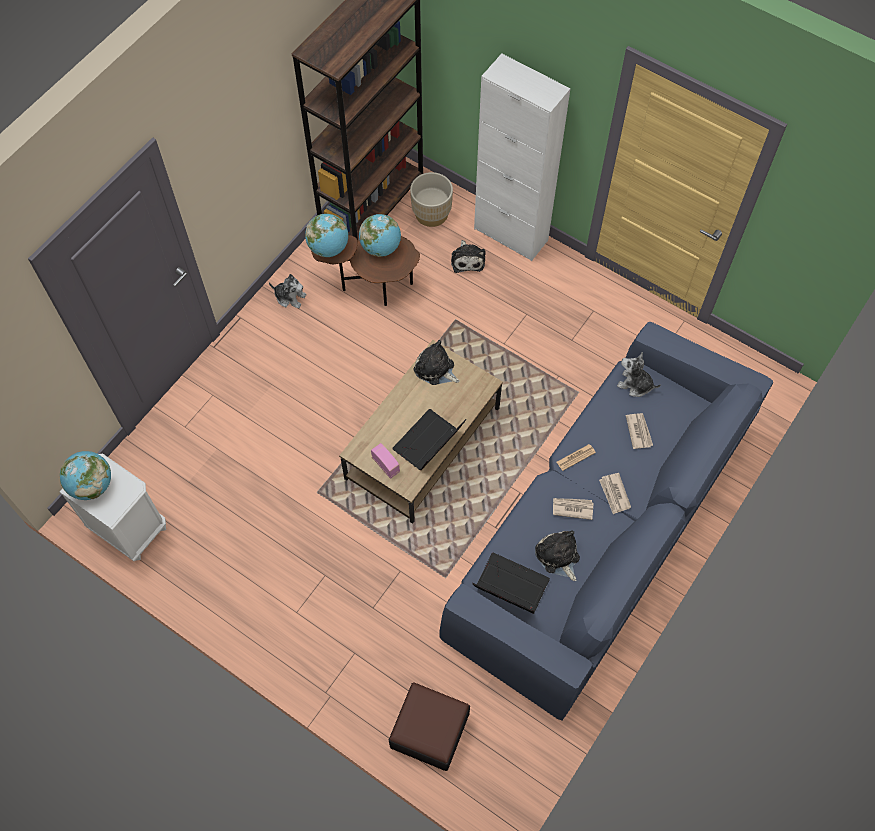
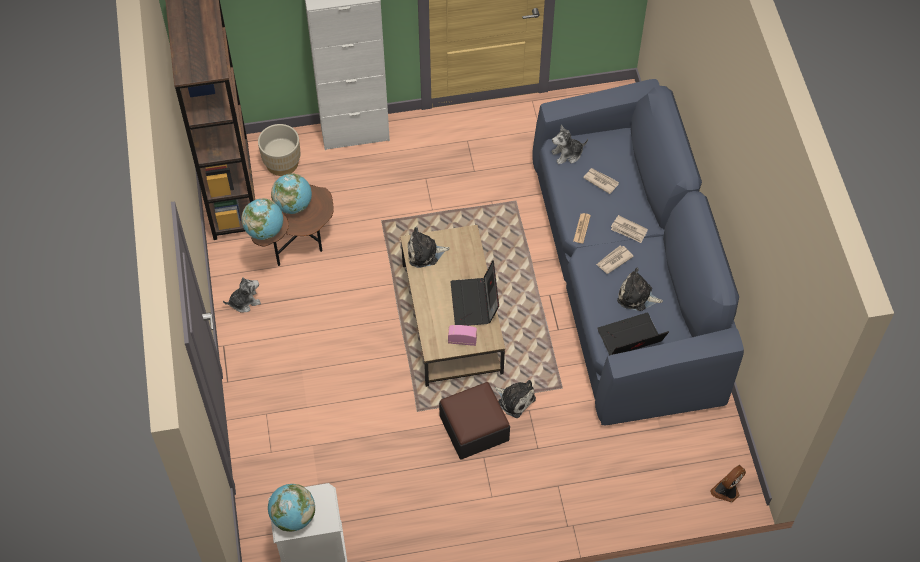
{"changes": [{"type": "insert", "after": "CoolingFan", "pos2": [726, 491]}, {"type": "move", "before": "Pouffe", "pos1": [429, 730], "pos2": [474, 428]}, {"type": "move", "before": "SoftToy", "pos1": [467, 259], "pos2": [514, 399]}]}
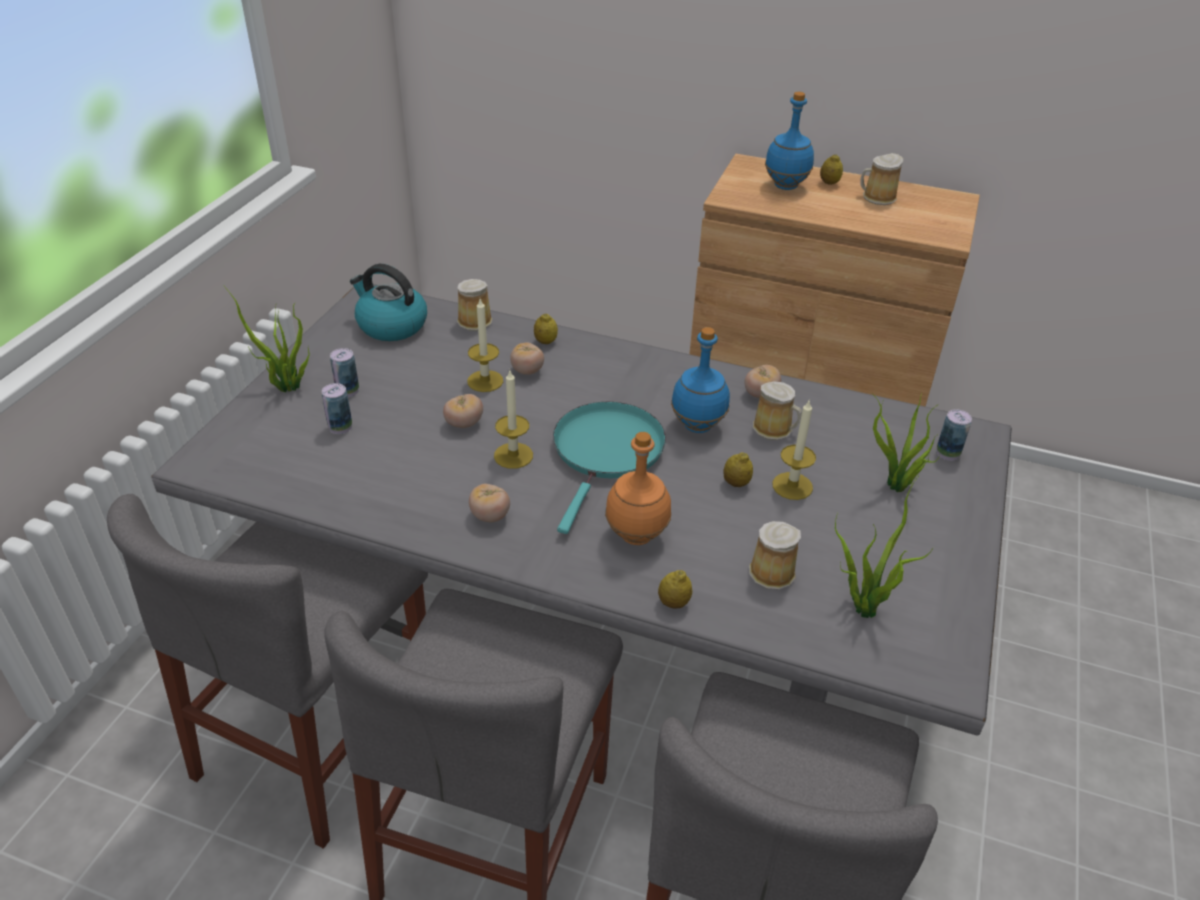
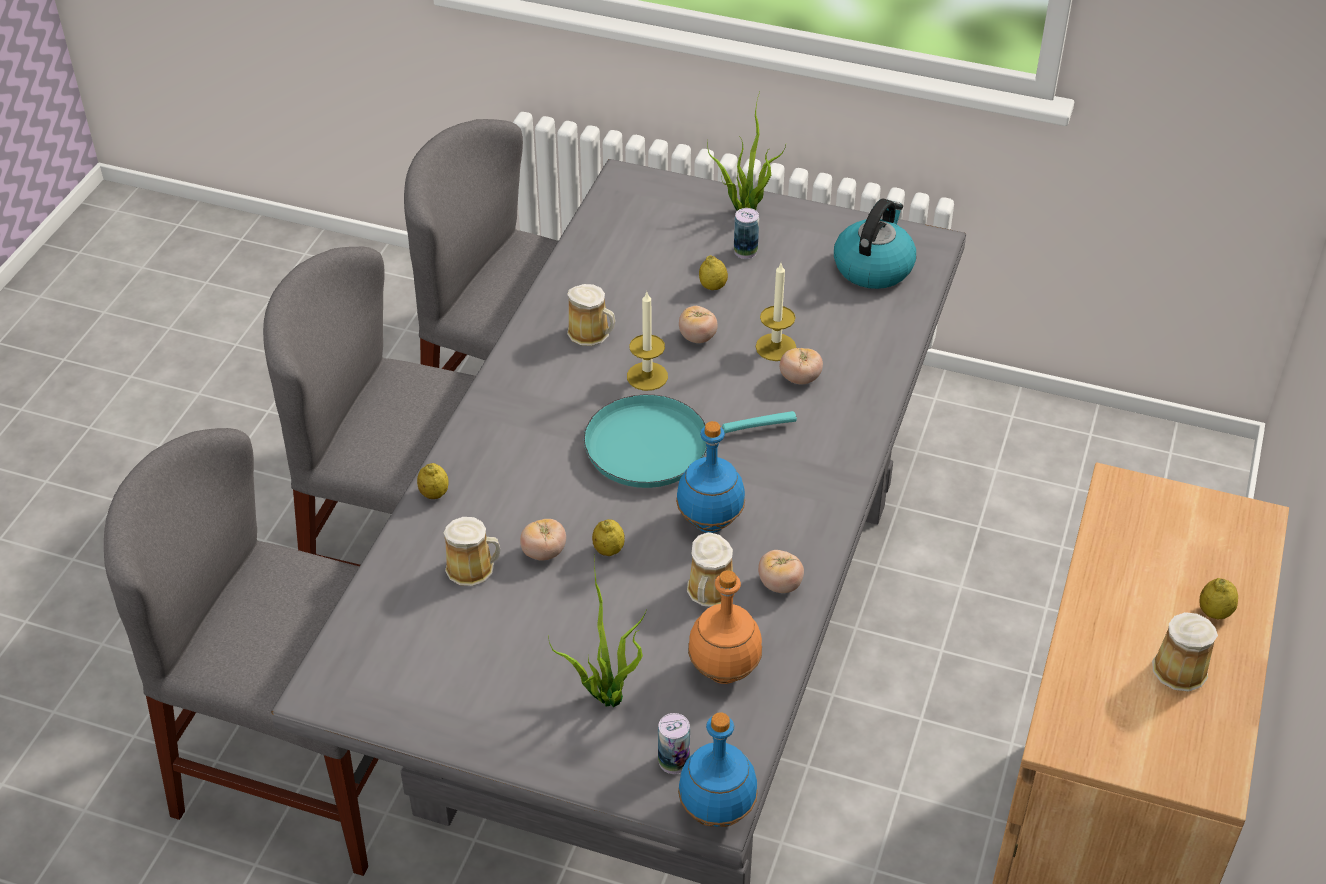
{"changes": [{"type": "delete", "before": "SealedCan", "pos1": [340, 427]}, {"type": "delete", "before": "WaxLight", "pos1": [792, 486]}, {"type": "delete", "before": "PottedPlant", "pos1": [863, 605]}, {"type": "move", "before": "Mug", "pos1": [476, 320], "pos2": [591, 333]}, {"type": "move", "before": "WholeTomato", "pos1": [490, 516], "pos2": [544, 552]}, {"type": "move", "before": "CitrusFruit", "pos1": [545, 341], "pos2": [713, 287]}, {"type": "move", "before": "OrangeColouredBeverageBottle", "pos1": [636, 536], "pos2": [723, 670]}, {"type": "move", "before": "BluishBeverageBottle", "pos1": [785, 186], "pos2": [717, 811]}, {"type": "rotate", "before": "TurquoiseSkillet", "pos1": [606, 452], "pos2": [656, 446], "turn": 150}]}
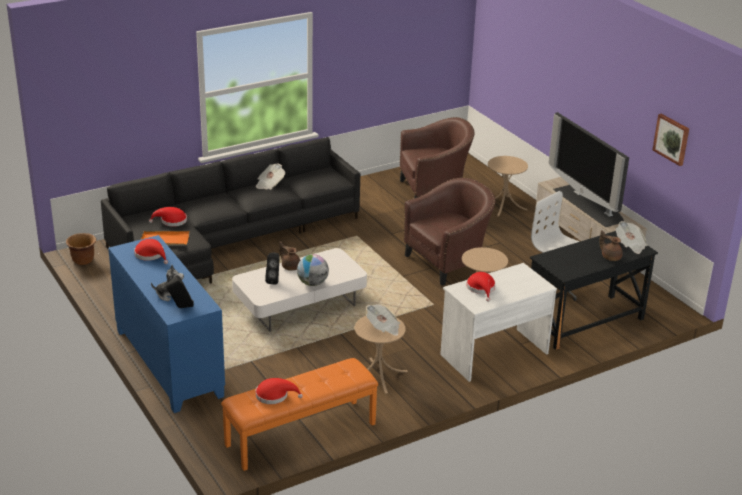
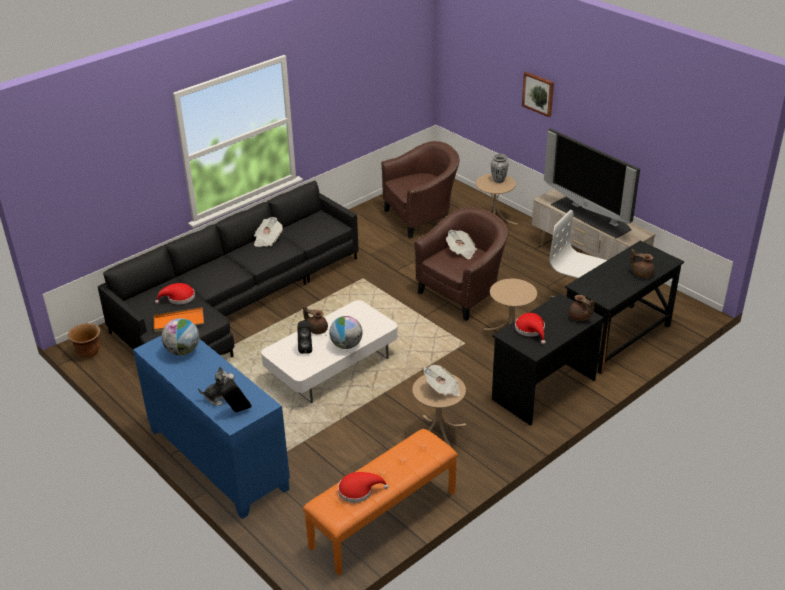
{"changes": [{"type": "insert", "after": "Vase", "pos2": [498, 180]}, {"type": "insert", "after": "BrownishTeapot", "pos2": [579, 317]}, {"type": "move", "before": "PrintedPaper", "pos1": [630, 245], "pos2": [461, 251]}, {"type": "move", "before": "WallPicture", "pos1": [671, 139], "pos2": [538, 93]}, {"type": "replace", "before": "RedClothingHat", "after": "WorldGlobe", "pos1": [151, 255], "pos2": [183, 351]}, {"type": "recolor", "before": "WhiteColouredDesk", "after": "BlackColouredDesk", "pos1": [493, 353], "pos2": [542, 389]}]}
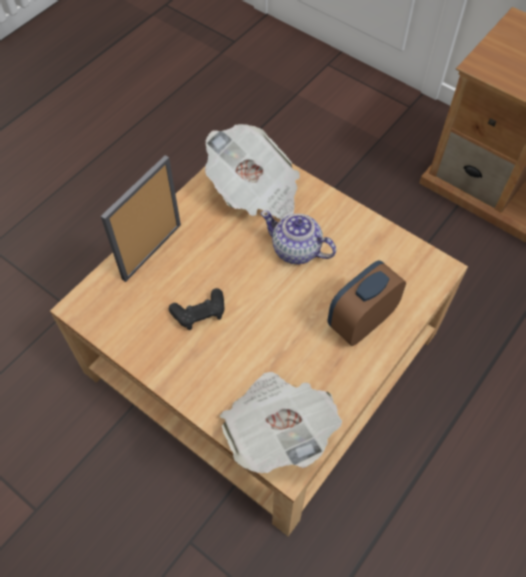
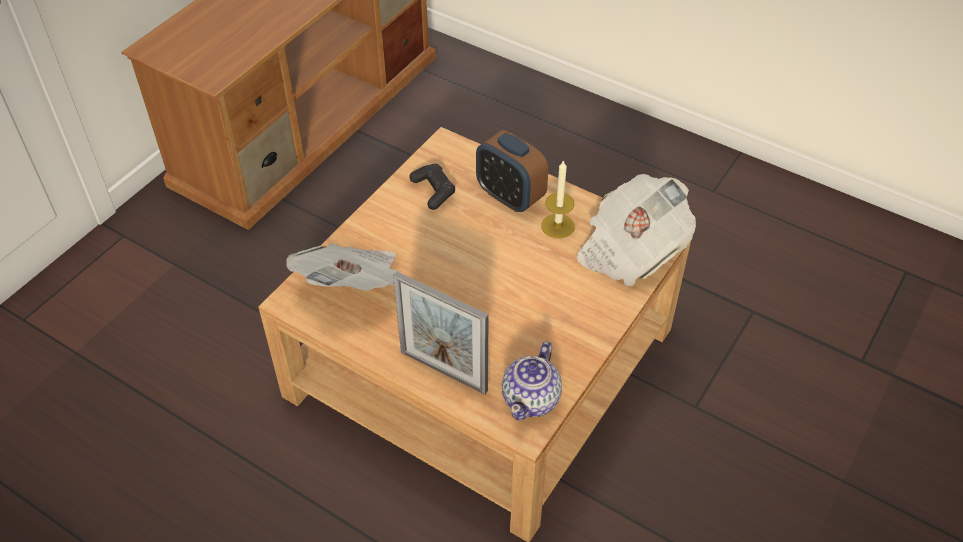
{"changes": [{"type": "insert", "after": "WaxLight", "pos2": [558, 226]}, {"type": "move", "before": "BlackColouredGameController", "pos1": [199, 313], "pos2": [433, 191]}, {"type": "move", "before": "Teapot", "pos1": [296, 250], "pos2": [532, 399]}]}
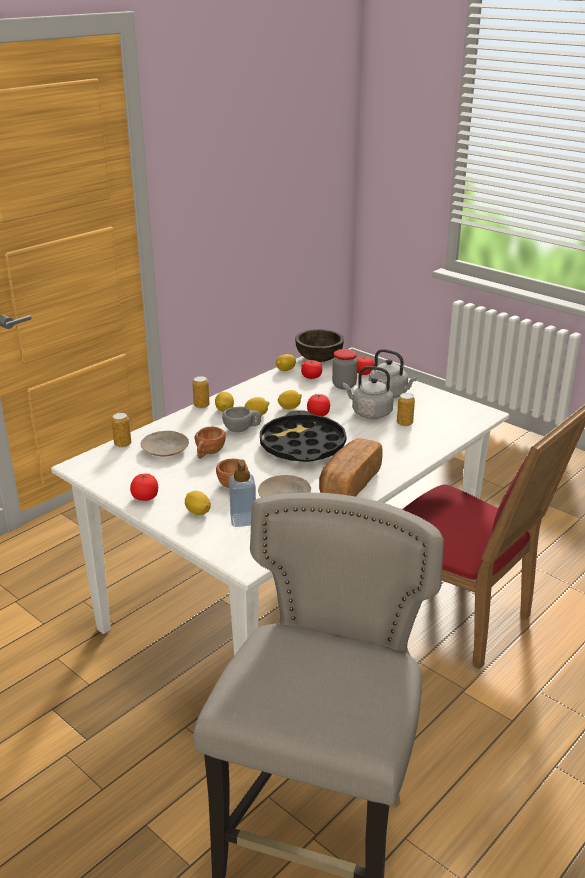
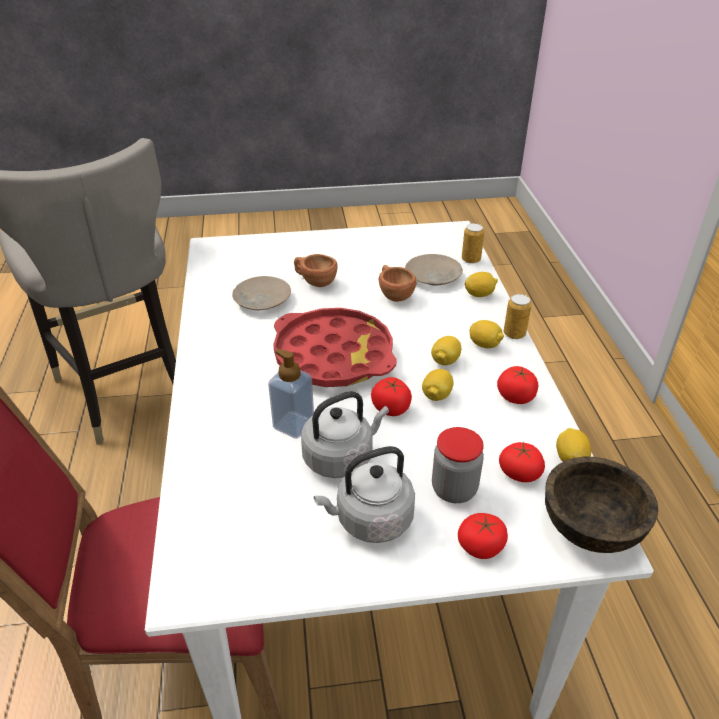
{"changes": [{"type": "delete", "before": "GrayCup", "pos1": [242, 429]}, {"type": "delete", "before": "BakeryBread", "pos1": [348, 484]}, {"type": "delete", "before": "SealedCan", "pos1": [404, 423]}, {"type": "move", "before": "WholeTomato", "pos1": [145, 497], "pos2": [515, 397]}, {"type": "move", "before": "CitrusFruit", "pos1": [198, 512], "pos2": [479, 294]}, {"type": "move", "before": "LiquidSoapBottle", "pos1": [243, 520], "pos2": [293, 425]}, {"type": "recolor", "before": "BlackColouredCarryingTray", "after": "RedCarryingTray", "pos1": [302, 445], "pos2": [333, 356]}]}
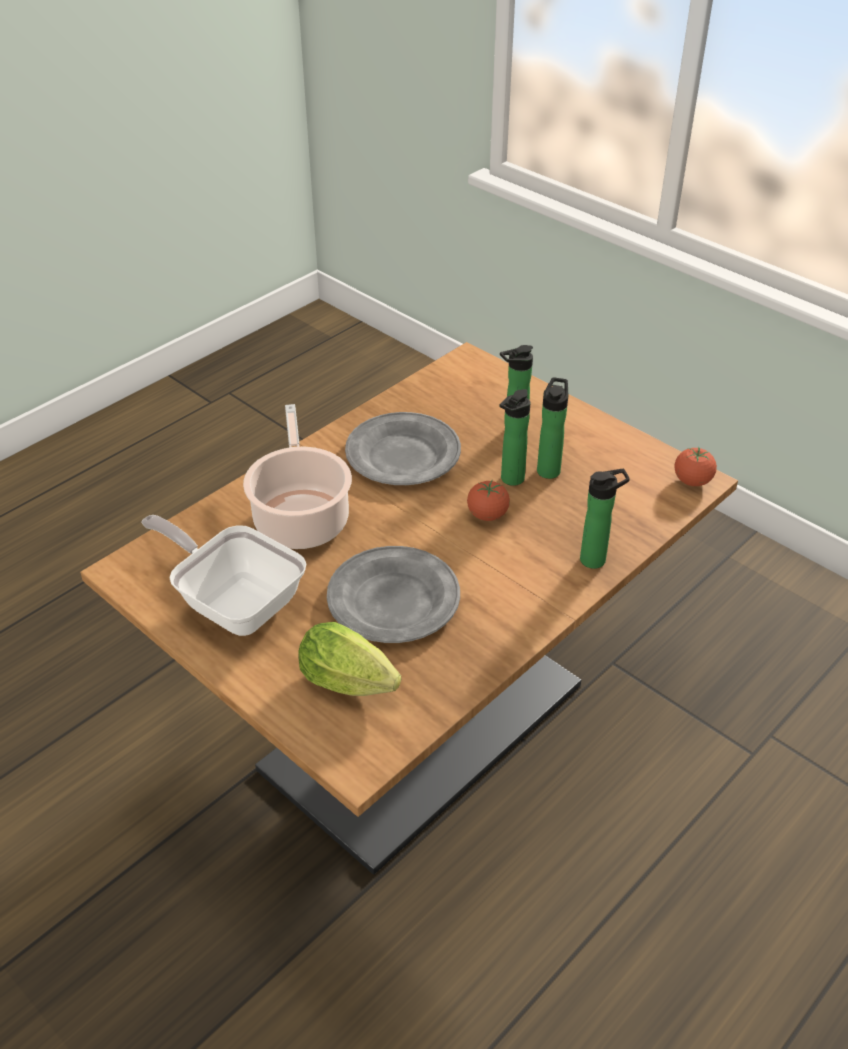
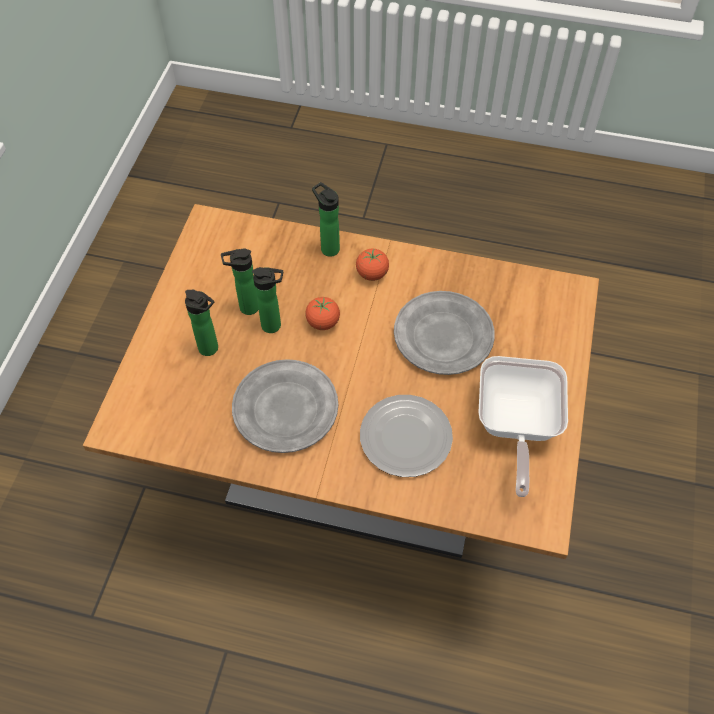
{"changes": [{"type": "delete", "before": "HeadOfLettuce", "pos1": [353, 684]}, {"type": "move", "before": "WholeTomato", "pos1": [692, 481], "pos2": [372, 274]}, {"type": "replace", "before": "Saucepot", "after": "FlatDish", "pos1": [301, 517], "pos2": [404, 437]}]}
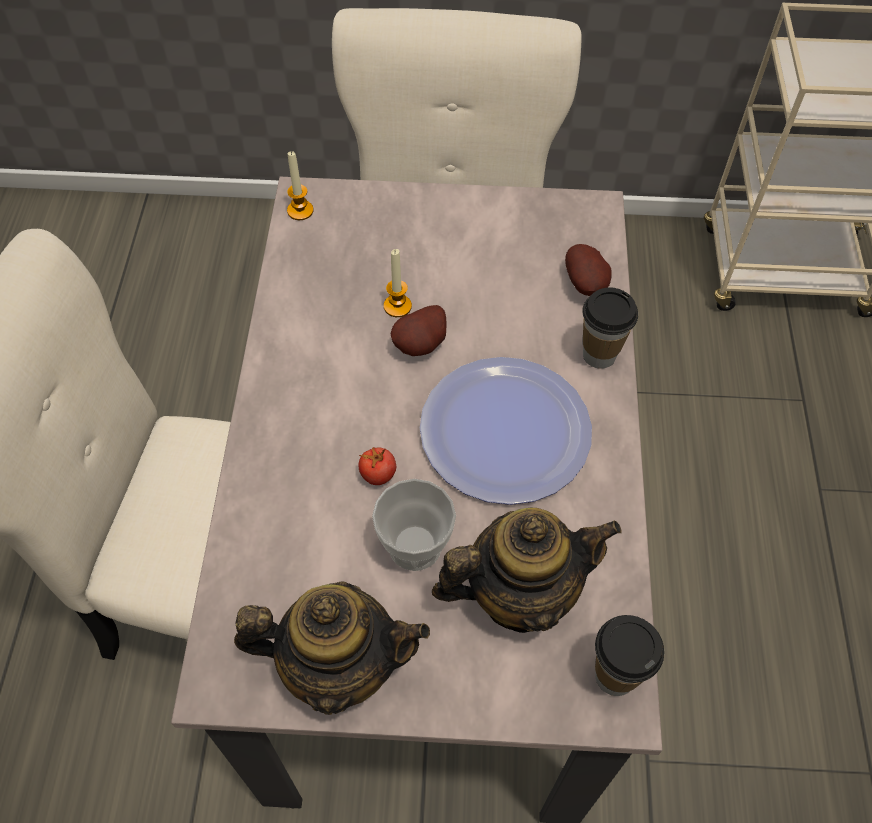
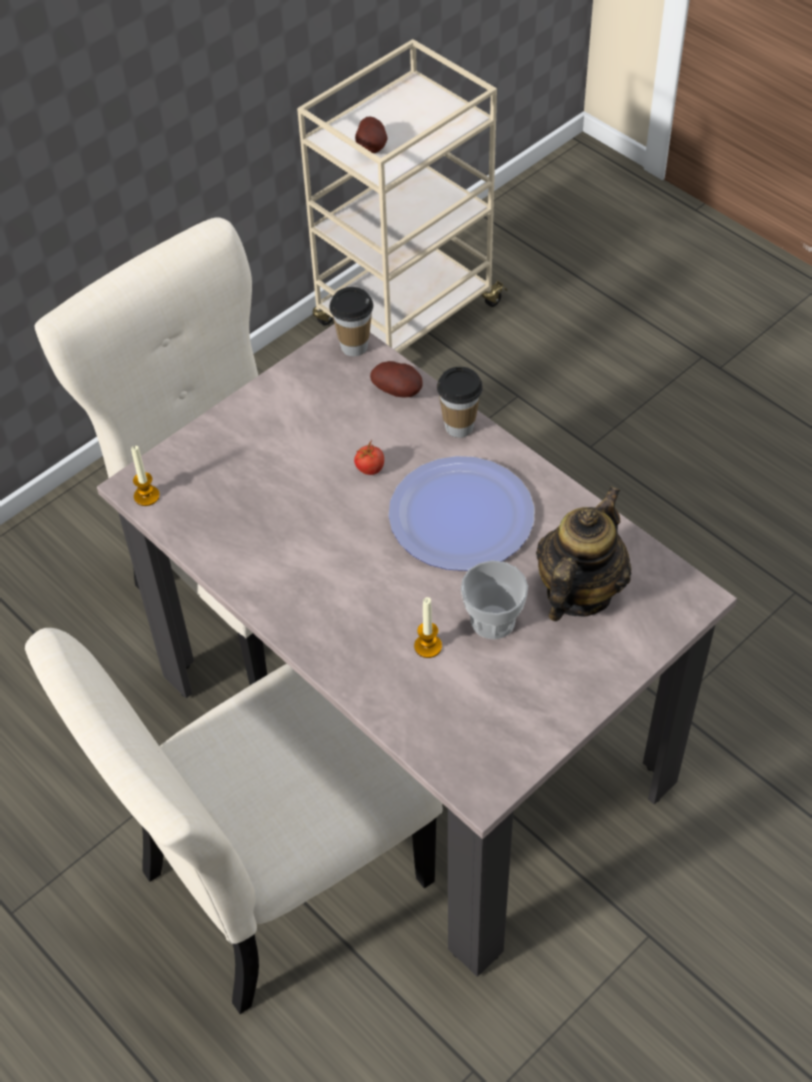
{"changes": [{"type": "delete", "before": "Teapot", "pos1": [338, 665]}, {"type": "move", "before": "WholeTomato", "pos1": [378, 474], "pos2": [369, 469]}, {"type": "move", "before": "WaxLight", "pos1": [397, 306], "pos2": [428, 646]}, {"type": "move", "before": "WholePotato", "pos1": [422, 345], "pos2": [372, 148]}, {"type": "move", "before": "Cup", "pos1": [614, 676], "pos2": [354, 346]}]}
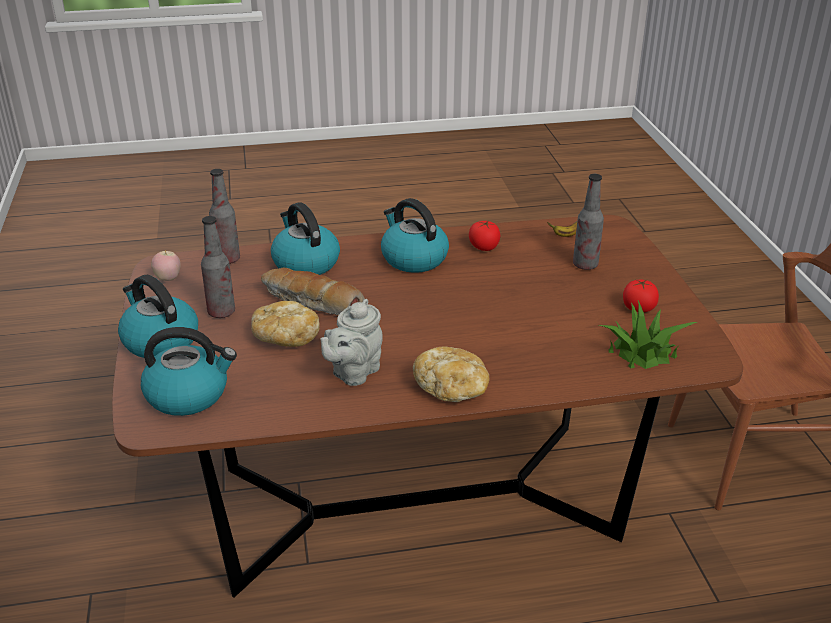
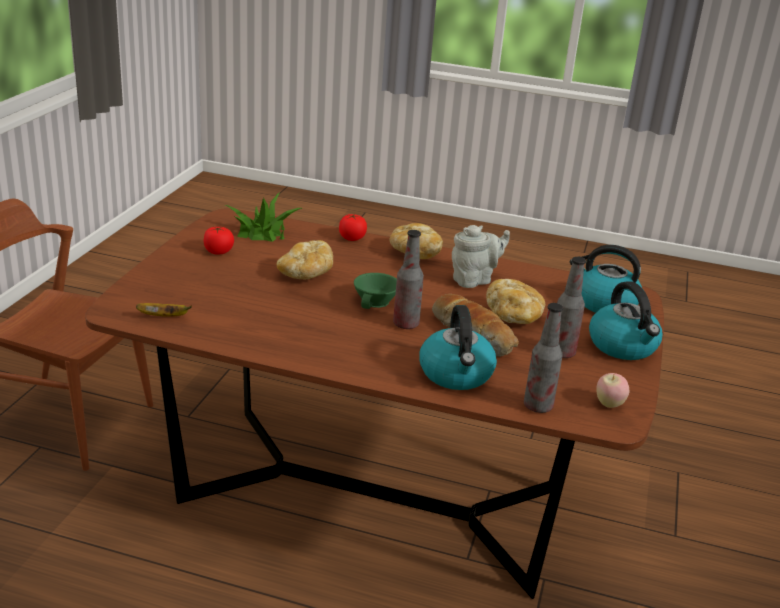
{"changes": [{"type": "delete", "before": "Kettle", "pos1": [413, 258]}, {"type": "insert", "after": "BakeryBread", "pos2": [306, 274]}, {"type": "insert", "after": "GreenCup", "pos2": [376, 302]}, {"type": "move", "before": "WholeTomato", "pos1": [484, 247], "pos2": [352, 238]}, {"type": "move", "before": "BeverageBottle", "pos1": [585, 265], "pos2": [406, 324]}]}
